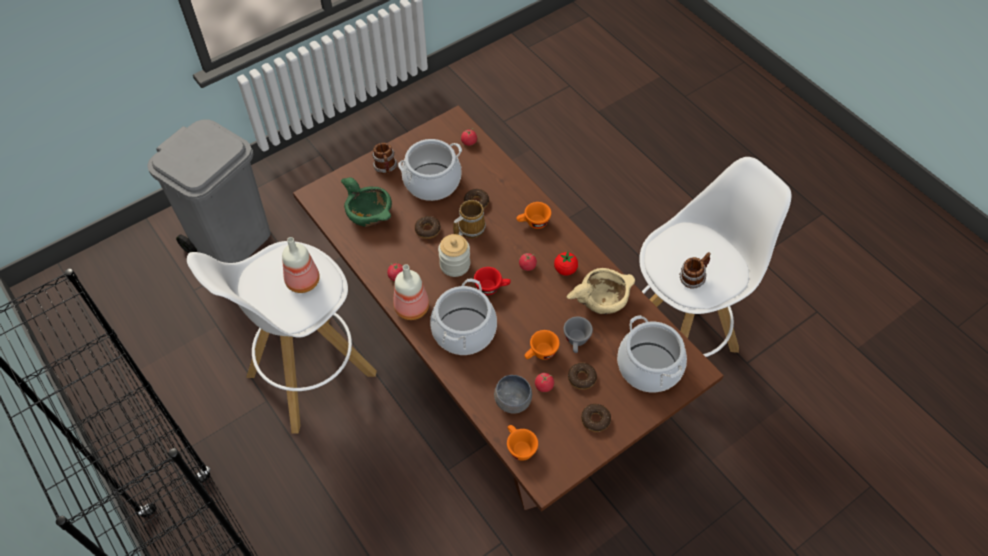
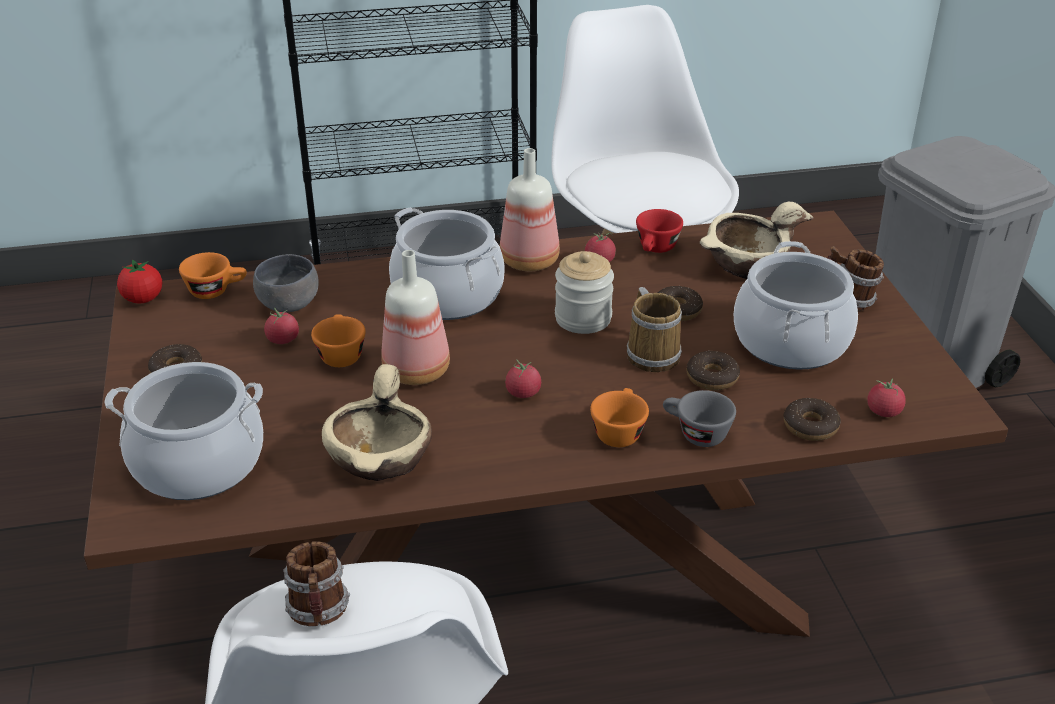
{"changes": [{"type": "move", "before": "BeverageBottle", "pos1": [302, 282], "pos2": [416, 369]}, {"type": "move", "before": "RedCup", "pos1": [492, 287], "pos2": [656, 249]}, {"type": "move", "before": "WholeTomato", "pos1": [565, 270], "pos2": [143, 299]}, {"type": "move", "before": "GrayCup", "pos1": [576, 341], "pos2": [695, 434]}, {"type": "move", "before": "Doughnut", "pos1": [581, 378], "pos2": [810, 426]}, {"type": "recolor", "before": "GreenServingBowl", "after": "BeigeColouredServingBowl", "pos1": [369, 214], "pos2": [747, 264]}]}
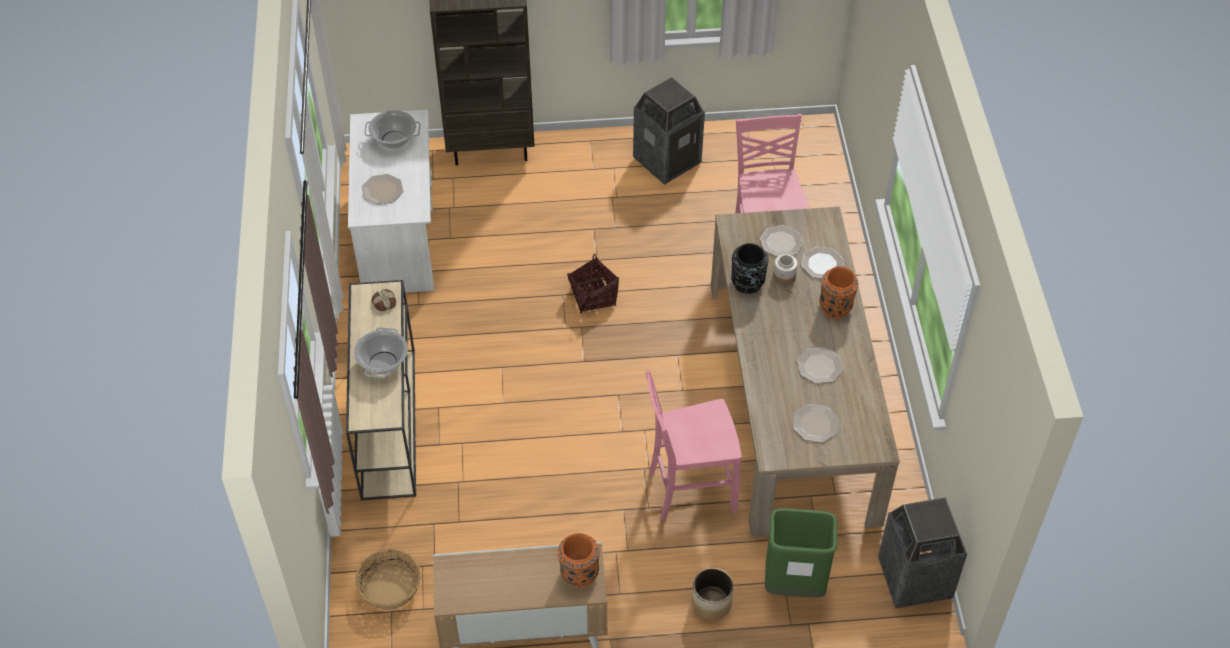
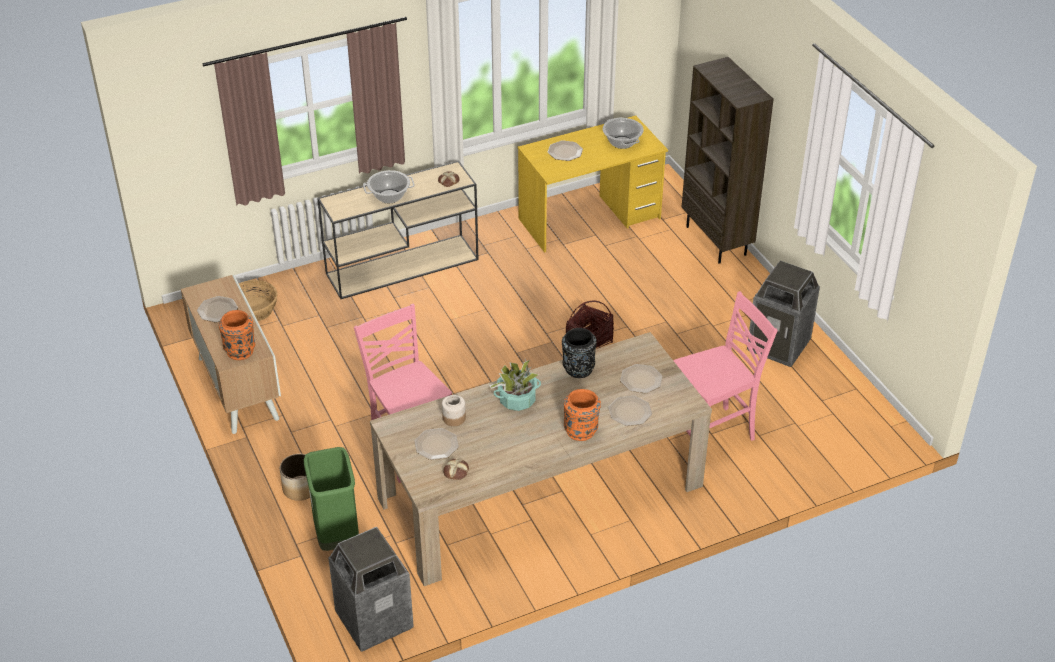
{"changes": [{"type": "insert", "after": "BakeryBread", "pos2": [456, 472]}, {"type": "insert", "after": "PottedPlant", "pos2": [517, 400]}, {"type": "move", "before": "StorageJar", "pos1": [784, 277], "pos2": [453, 418]}, {"type": "move", "before": "FlatDish", "pos1": [820, 366], "pos2": [217, 310]}, {"type": "recolor", "before": "WhiteColouredDesk", "after": "YellowishDesk", "pos1": [398, 236], "pos2": [590, 219]}]}
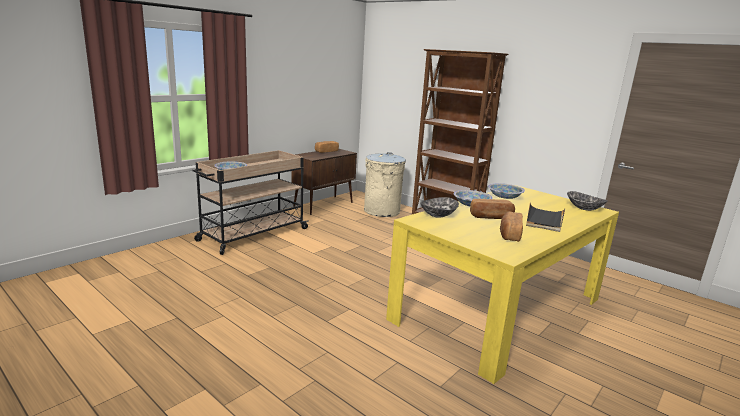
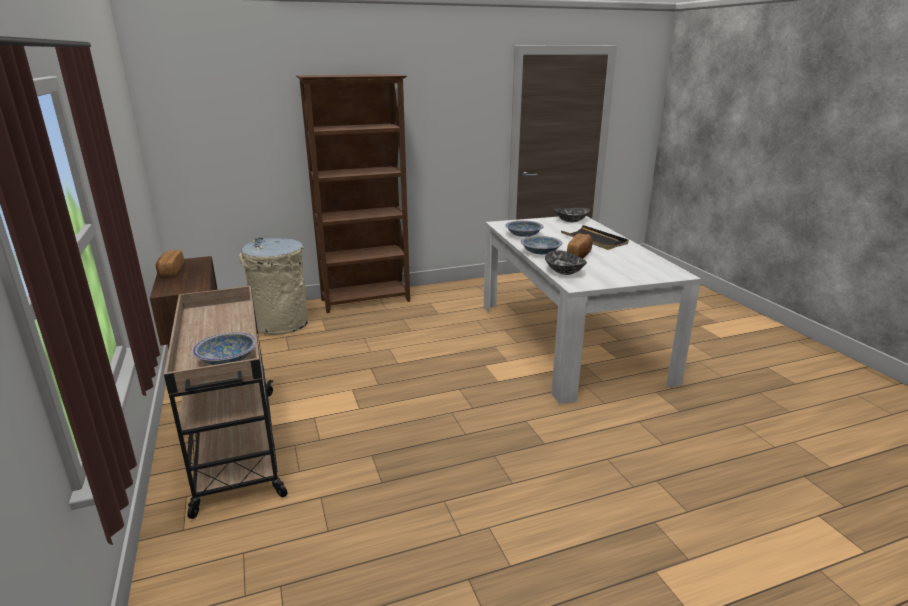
{"changes": [{"type": "delete", "before": "BakeryBread", "pos1": [509, 234]}, {"type": "recolor", "before": "YellowishDinnerTable", "after": "WhiteColouredDinnerTable", "pos1": [498, 309], "pos2": [569, 341]}]}
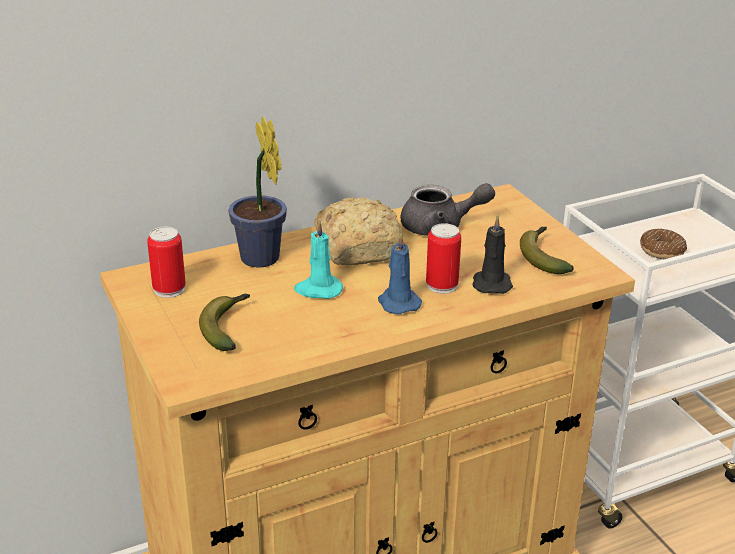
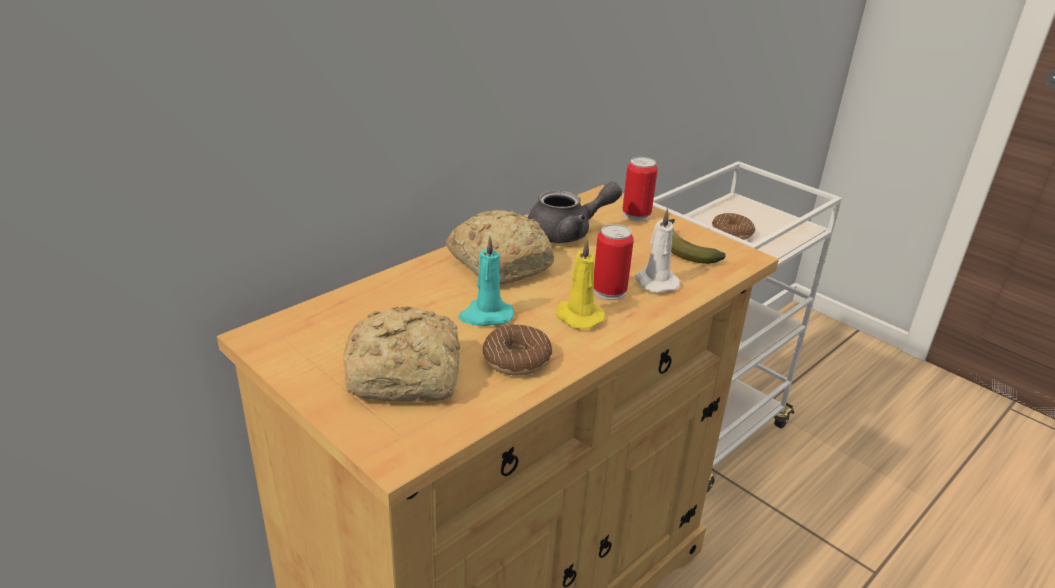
{"changes": [{"type": "delete", "before": "PottedPlant", "pos1": [261, 261]}, {"type": "insert", "after": "Doughnut", "pos2": [516, 359]}, {"type": "move", "before": "SealedCan", "pos1": [169, 289], "pos2": [636, 215]}, {"type": "replace", "before": "WholeBanana", "after": "BakeryBread", "pos1": [227, 327], "pos2": [408, 376]}, {"type": "recolor", "before": "BluishWaxLight", "after": "YellowishWaxLight", "pos1": [398, 302], "pos2": [577, 316]}, {"type": "recolor", "before": "BlackColouredWaxLight", "after": "WhiteColouredWaxLight", "pos1": [491, 283], "pos2": [655, 282]}]}
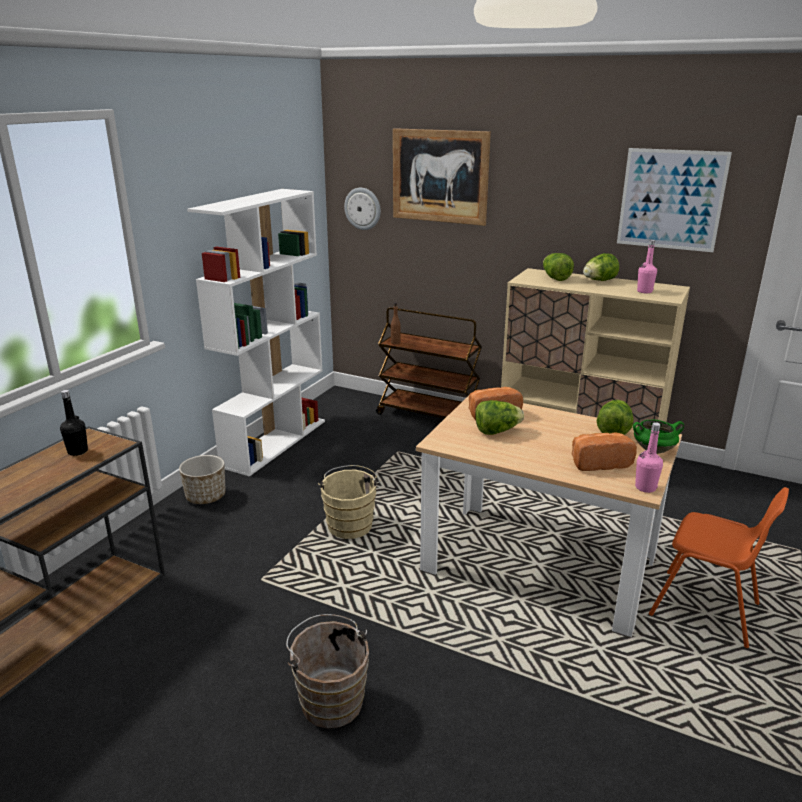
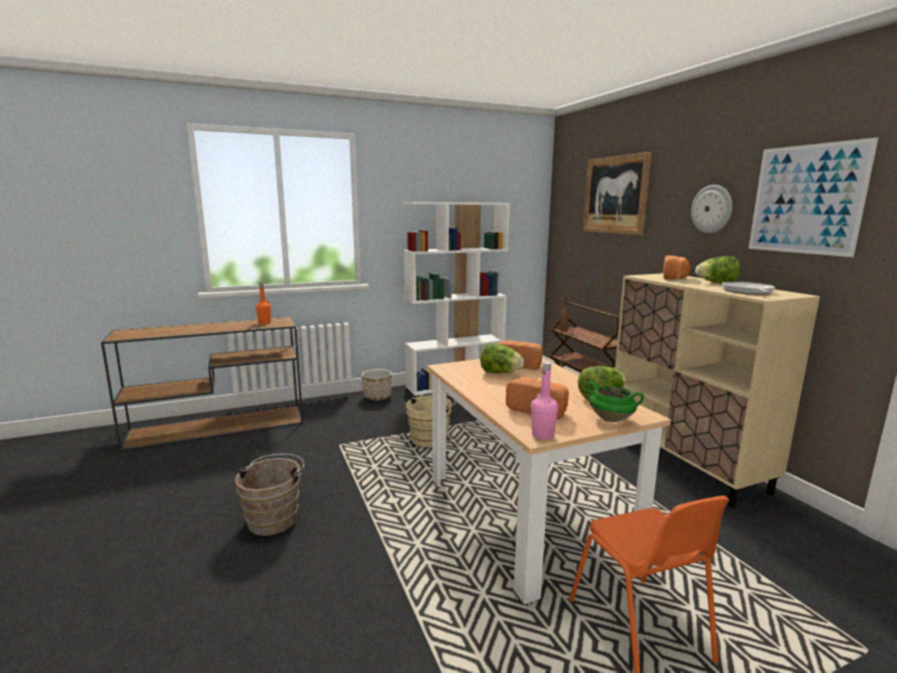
{"changes": [{"type": "move", "before": "ClockOnTheWall", "pos1": [363, 208], "pos2": [712, 209]}, {"type": "replace", "before": "HeadOfLettuce", "after": "BakeryBread", "pos1": [555, 278], "pos2": [675, 278]}, {"type": "replace", "before": "PinkishBeverageBottle", "after": "Skillet", "pos1": [644, 291], "pos2": [747, 292]}, {"type": "recolor", "before": "BlackColouredBeverageBottle", "after": "OrangeColouredBeverageBottle", "pos1": [78, 451], "pos2": [264, 323]}]}
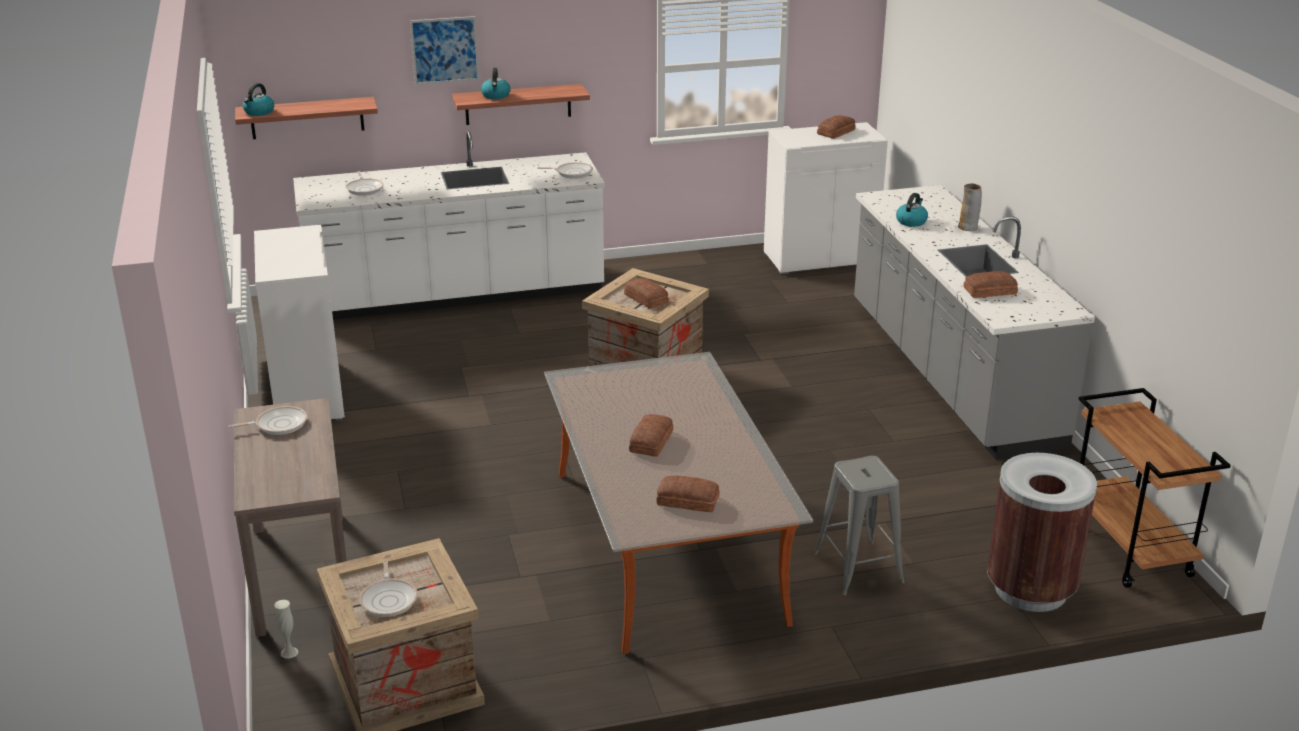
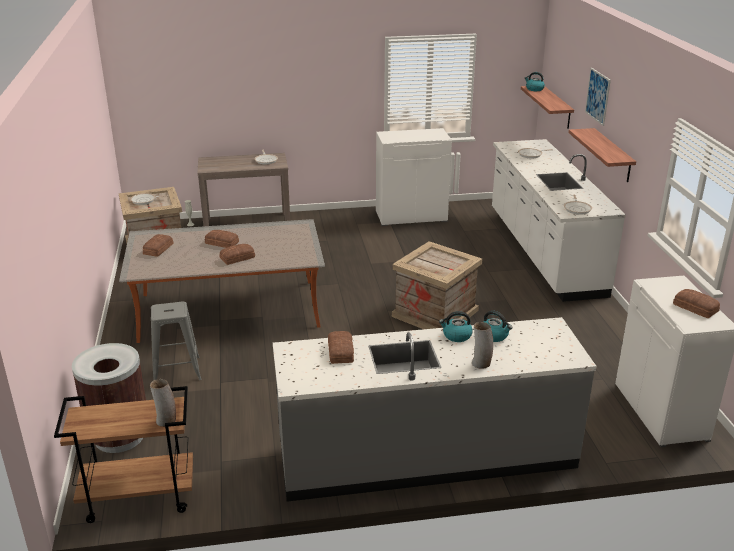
{"changes": [{"type": "insert", "after": "Vase", "pos2": [166, 421]}, {"type": "move", "before": "Kettle", "pos1": [496, 96], "pos2": [456, 336]}, {"type": "move", "before": "BakeryBread", "pos1": [646, 298], "pos2": [238, 258]}]}
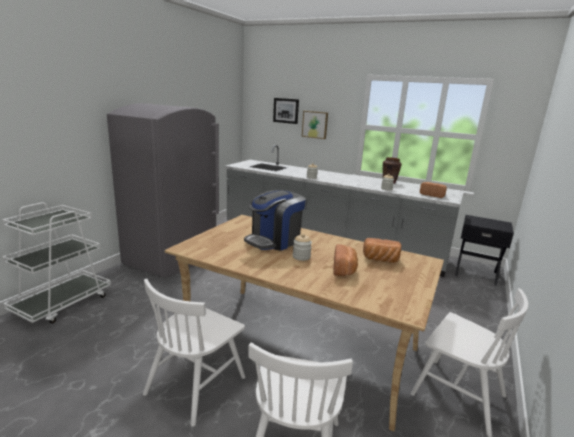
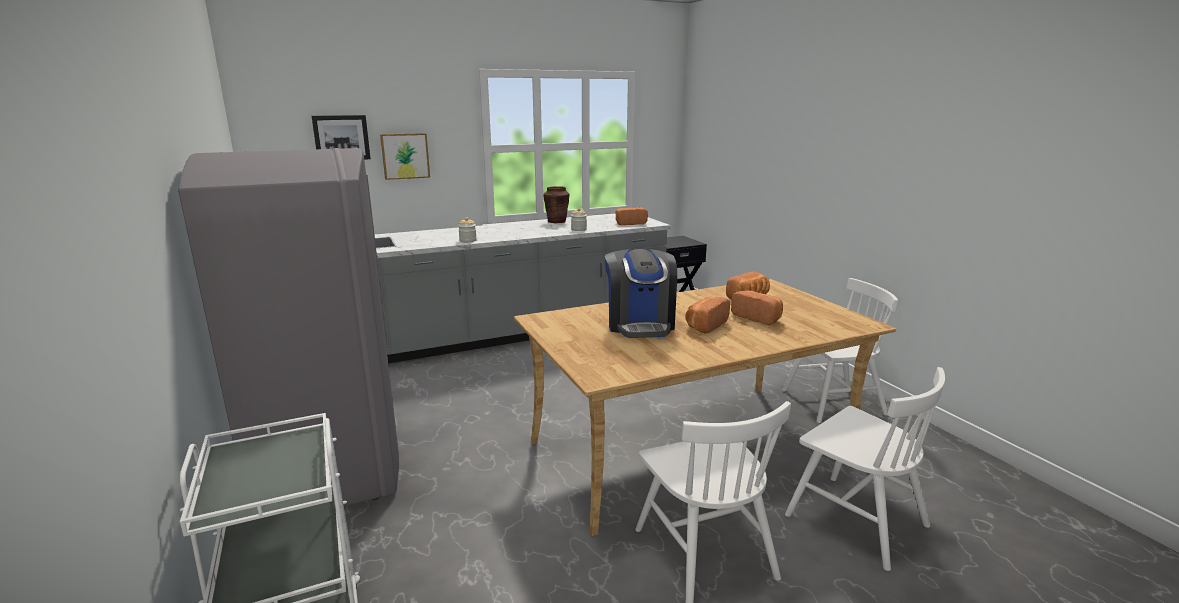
{"changes": [{"type": "replace", "before": "StorageJar", "after": "BakeryBread", "pos1": [301, 257], "pos2": [705, 325]}]}
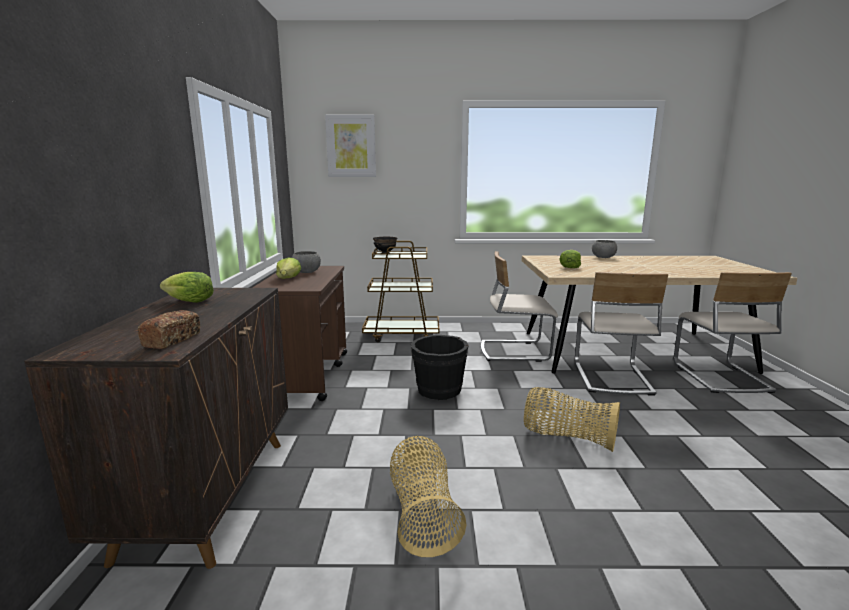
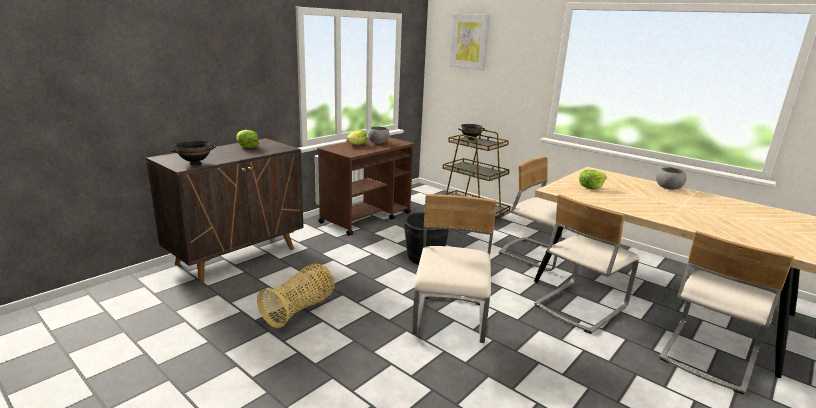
{"changes": [{"type": "replace", "before": "BakeryBread", "after": "BlackColouredServingBowl", "pos1": [172, 340], "pos2": [195, 163]}, {"type": "replace", "before": "StorageBasket", "after": "BeigeColouredPlainChair", "pos1": [567, 437], "pos2": [451, 320]}]}
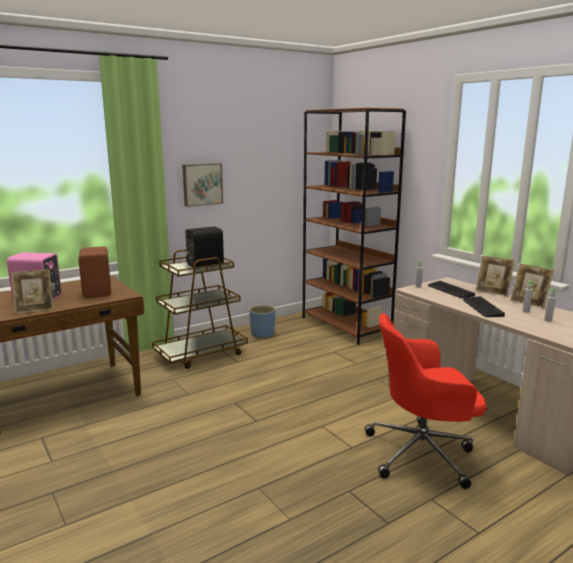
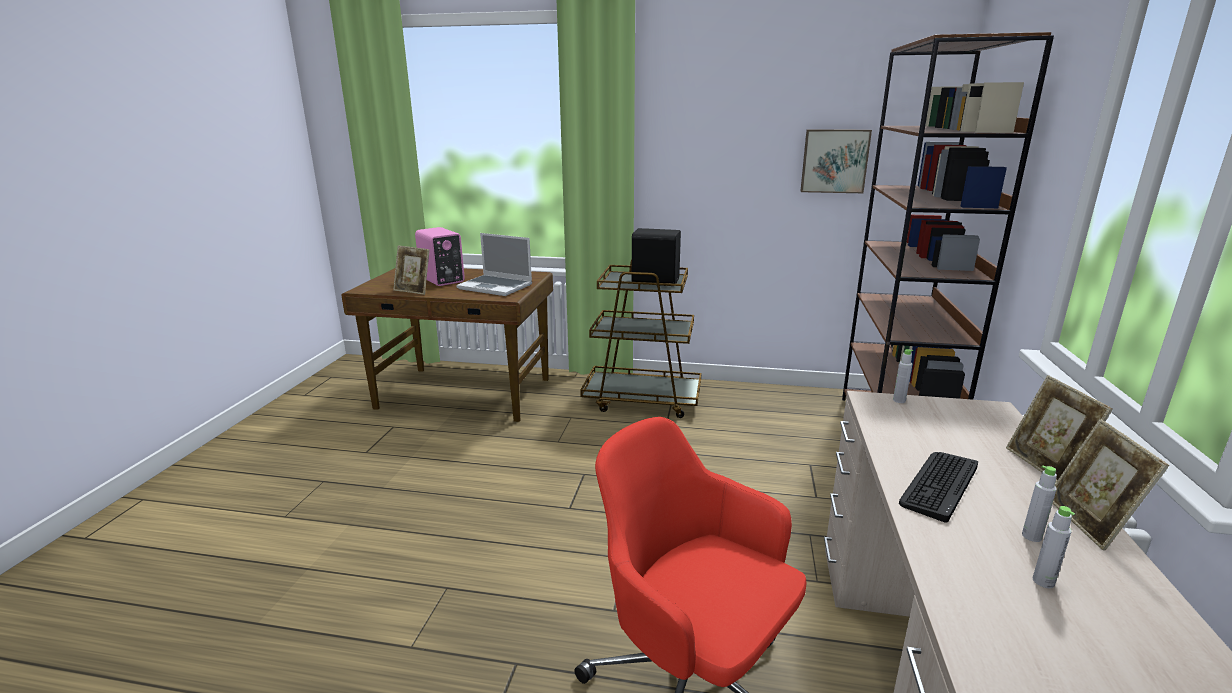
{"changes": [{"type": "delete", "before": "BluishFlowerPot", "pos1": [262, 334]}, {"type": "delete", "before": "PcKeyboard", "pos1": [450, 290]}, {"type": "move", "before": "WallPicture", "pos1": [202, 184], "pos2": [834, 161]}, {"type": "replace", "before": "BrownishLoudspeaker", "after": "PortableComputer", "pos1": [98, 292], "pos2": [496, 287]}]}
